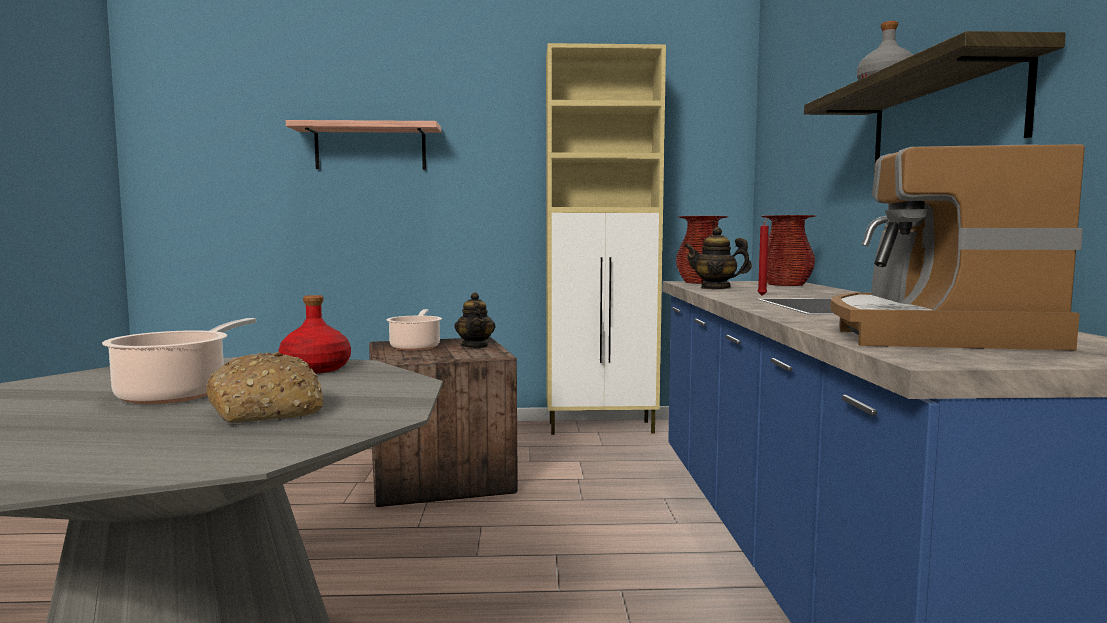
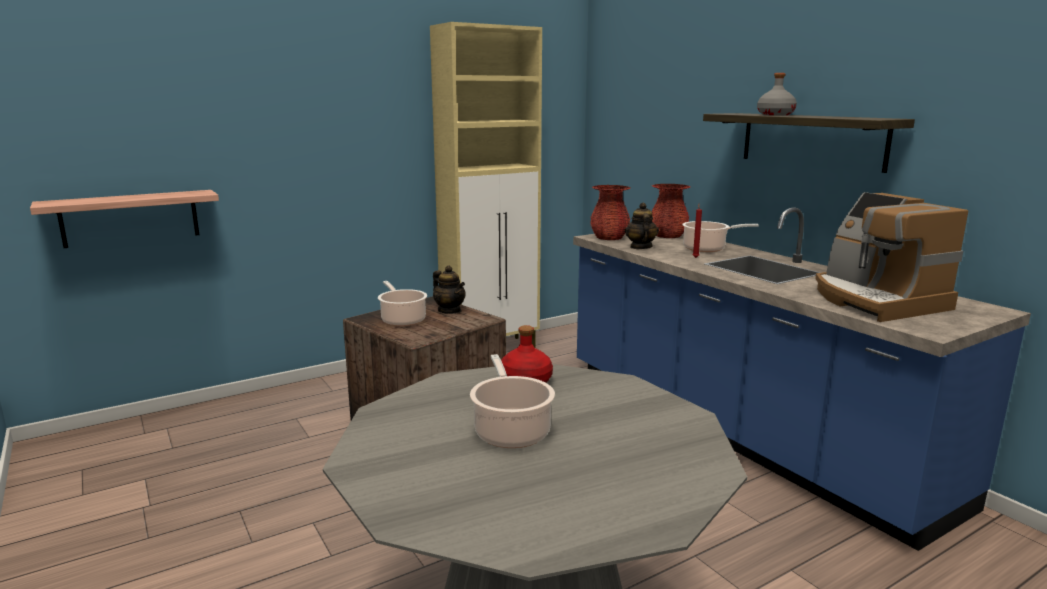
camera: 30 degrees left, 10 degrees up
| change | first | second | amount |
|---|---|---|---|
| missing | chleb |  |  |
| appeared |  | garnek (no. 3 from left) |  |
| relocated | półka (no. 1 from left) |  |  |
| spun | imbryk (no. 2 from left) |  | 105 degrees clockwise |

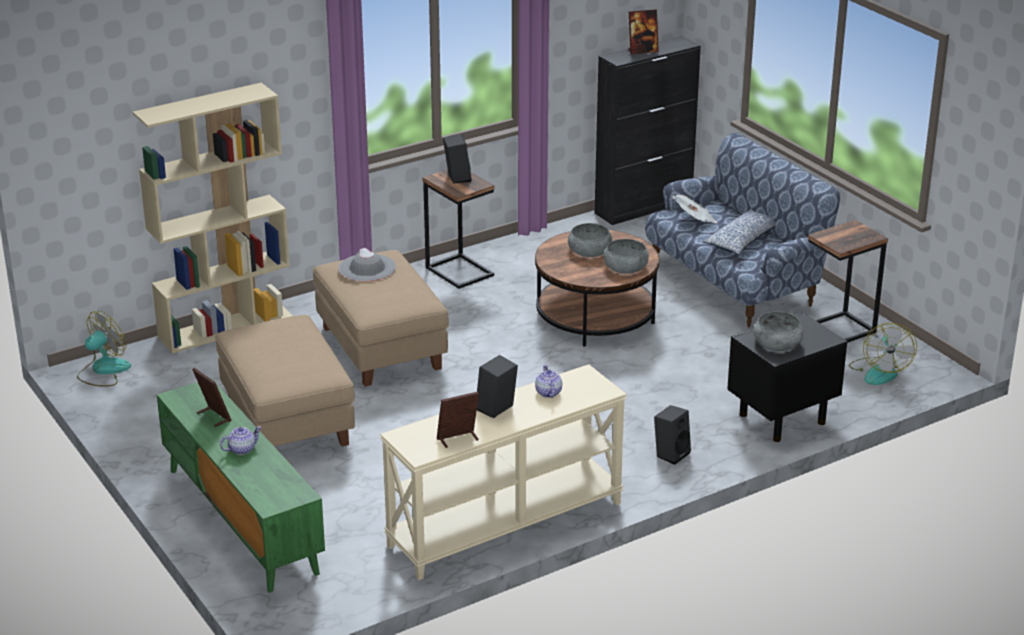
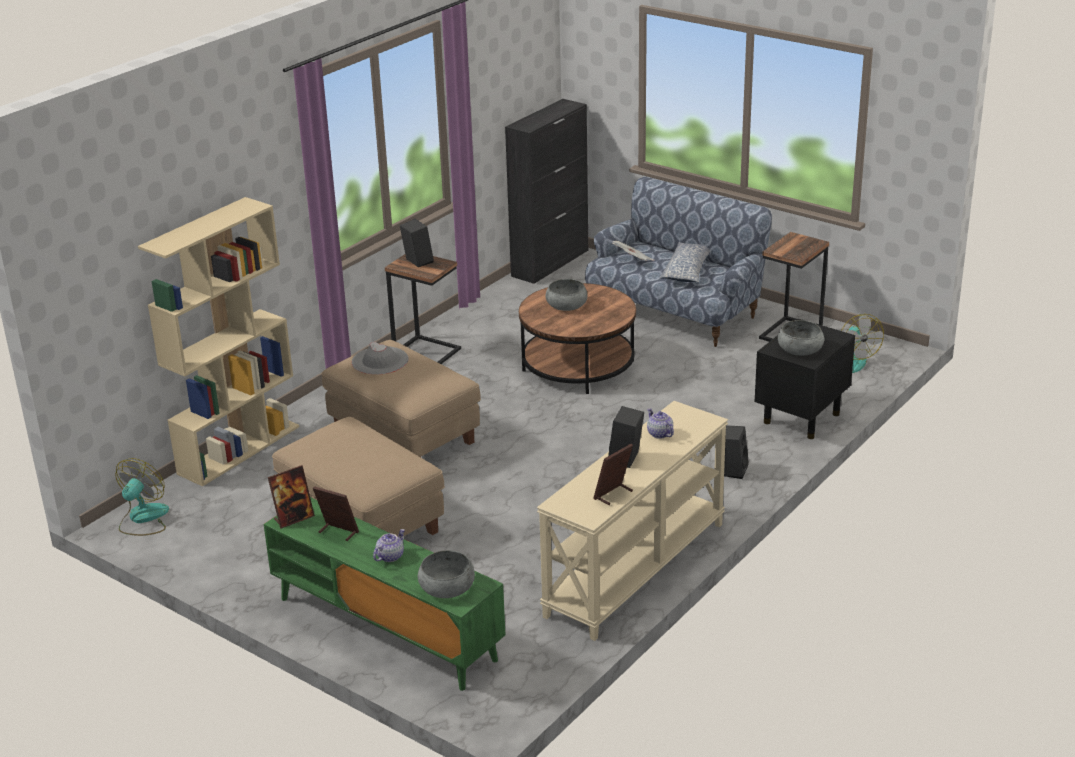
camera: 20 degrees left, 0 degrees up
| change | first | second | amount |
|---|---|---|---|
| relocated | miska/szary (no. 2 from left in the first image) | miska/szary (no. 1 from left) |  |
| relocated | ramka na zdjęcie (no. 3 from left in the first image) | ramka na zdjęcie (no. 1 from left) |  |

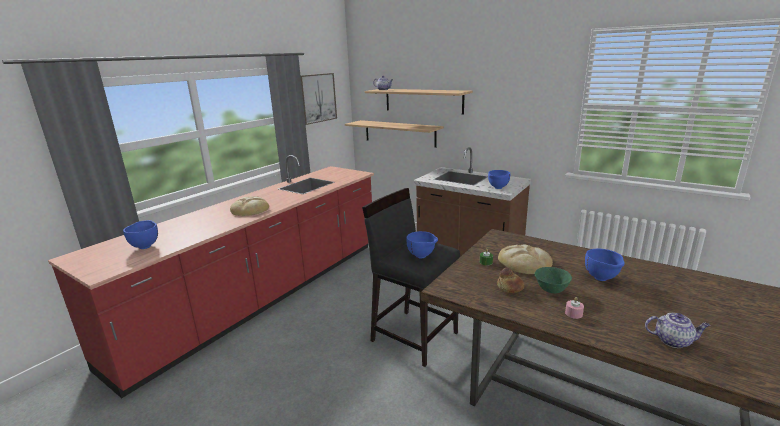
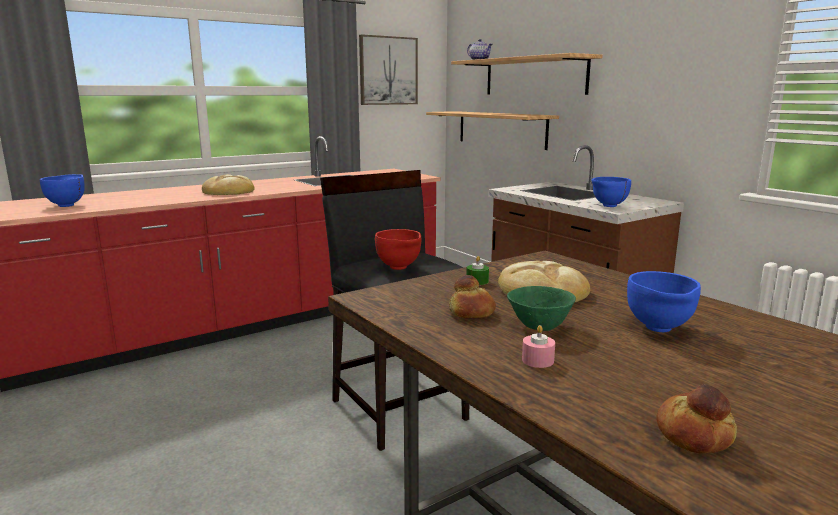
camera: 20 degrees right, 5 degrees down
| change | first | second | amount |
|---|---|---|---|
| exchanged | imbryk (no. 2 from left) | chleb (no. 4 from left) |  |
| colour | miska/niebieski (no. 2 from left) | miska/czerwony |  |

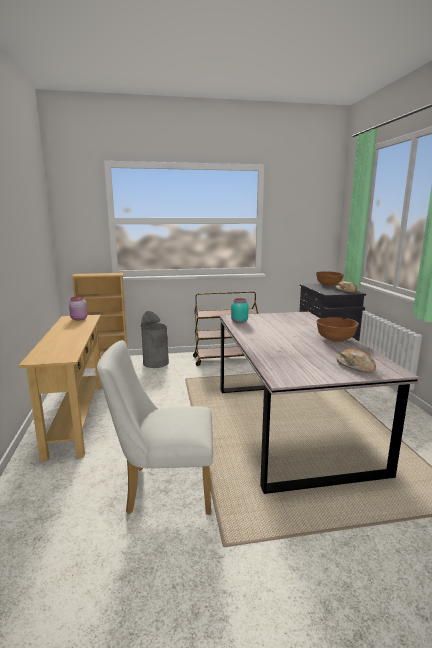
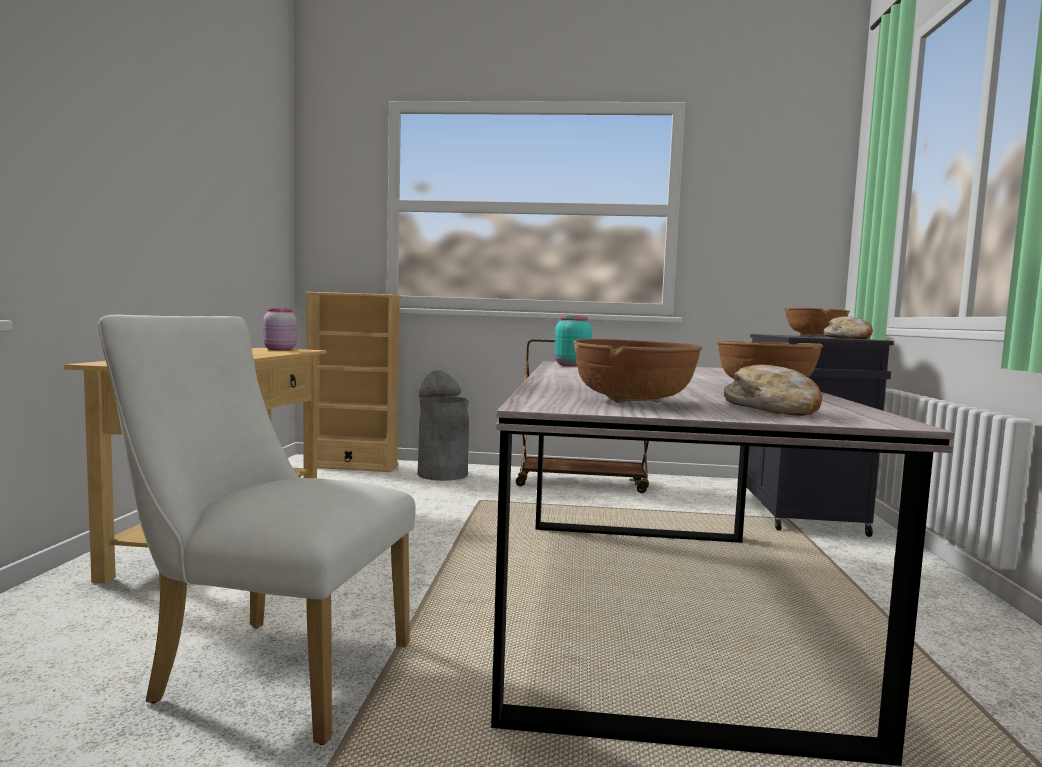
camera: 15 degrees right, 10 degrees down
| change | first | second | amount |
|---|---|---|---|
| appeared |  | miska/brązowy (no. 1 from left) |  |

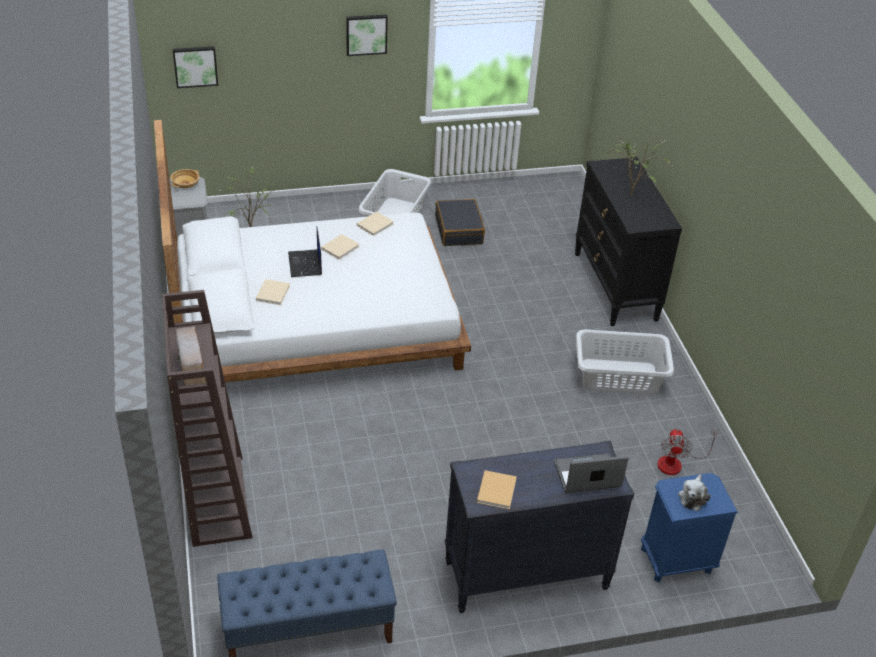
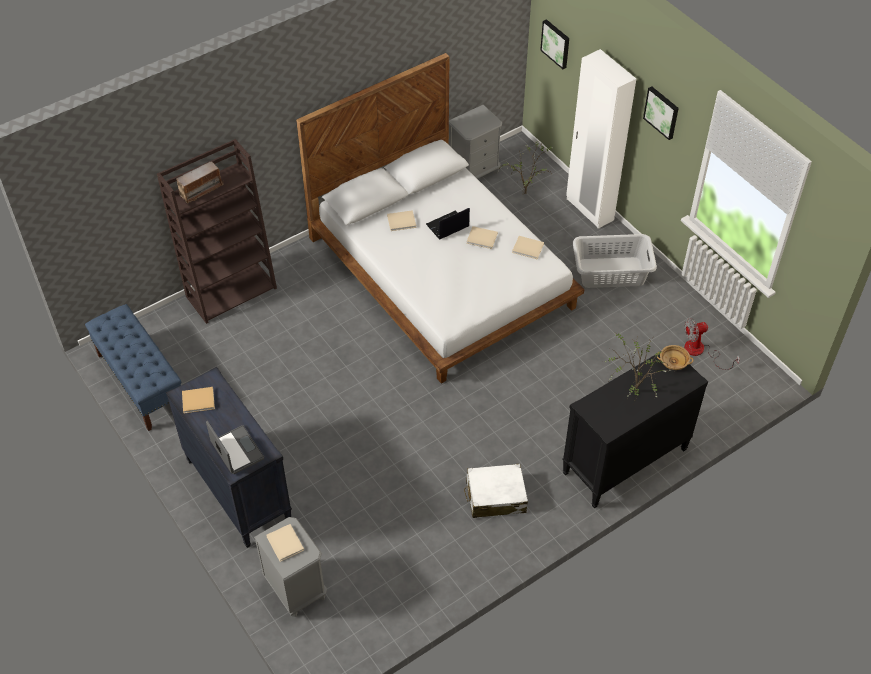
camera: 70 degrees right, 10 degrees up
| change | first | second | amount |
|---|---|---|---|
| missing | walizka/czarny |  |  |
| appeared |  | szafa/biały |  |
| relocated | miska/beżowy |  |  |
| relocated | wentylator |  |  |
| exchanged | kosz na pranie/szary (no. 2 from left) | walizka/biały |  |
| exchanged | pluszak | książka/beżowy (no. 2 from left) |  |
| colour | szafka nocna/niebieski | szafka nocna/szary (no. 1 from left) |  |

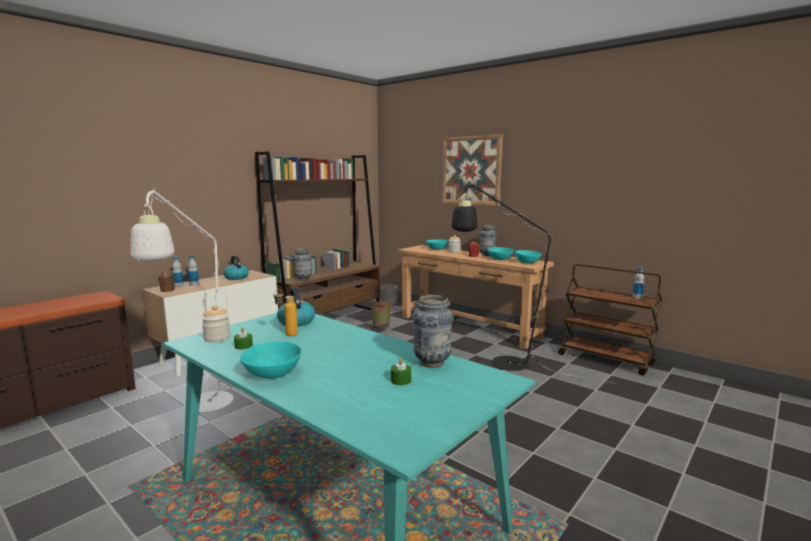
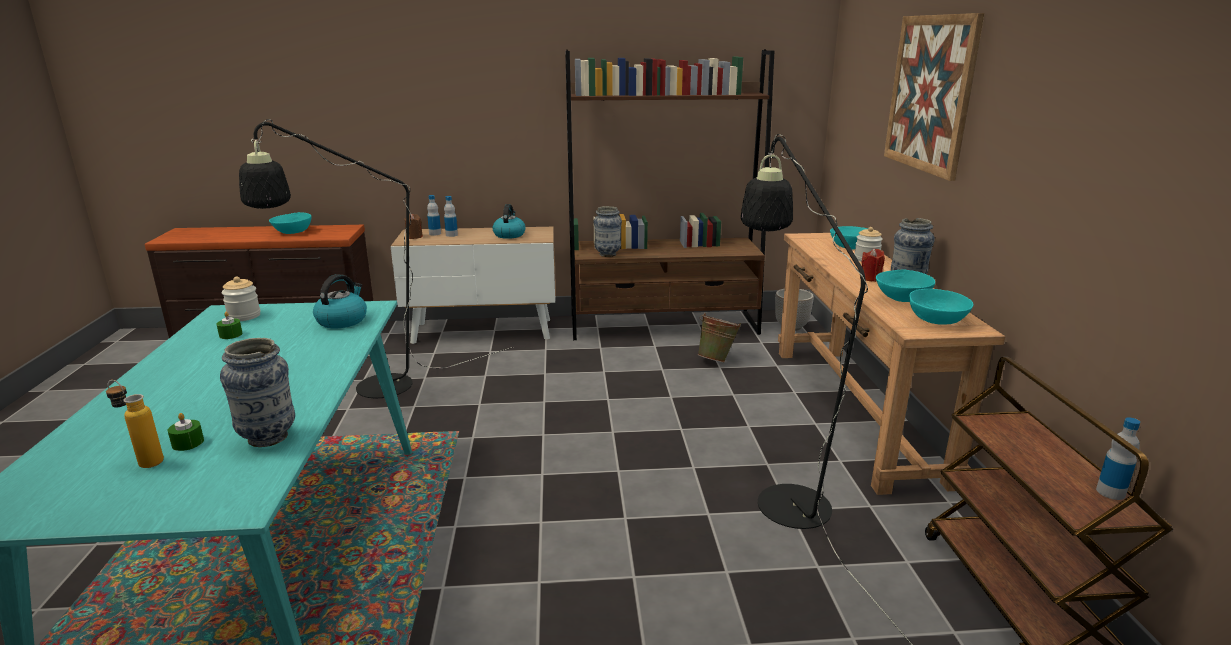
camera: 45 degrees right, 10 degrees up
| change | first | second | amount |
|---|---|---|---|
| relocated | miska/turkusowy (no. 1 from left) |  |  |
| relocated | butelka (no. 3 from left in the first image) | butelka (no. 1 from left) |  |
| colour | lampa stojąca/biały | lampa stojąca/czarny (no. 1 from left) |  |

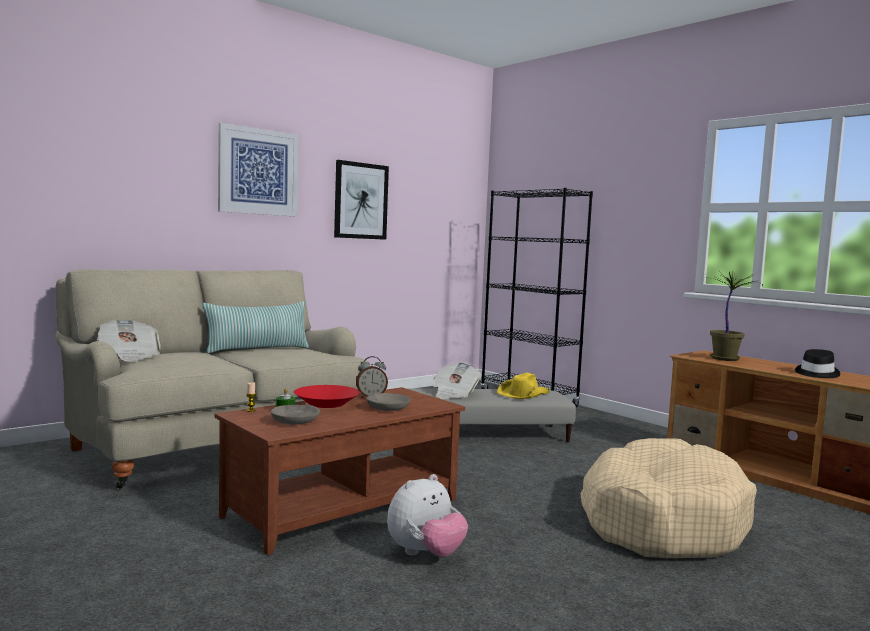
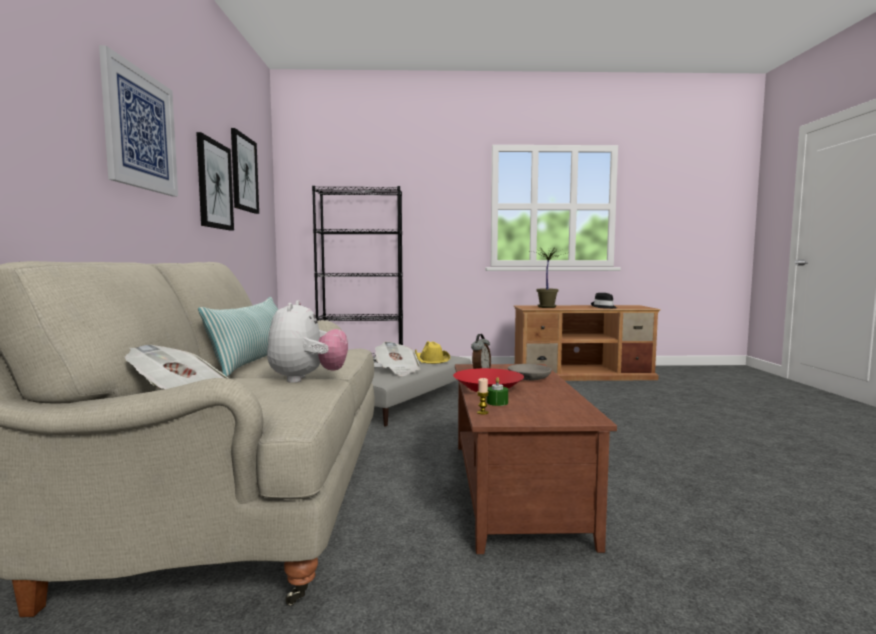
camera: 50 degrees left, 0 degrees up
| change | first | second | amount |
|---|---|---|---|
| missing | miska/szary (no. 1 from left) |  |  |
| missing | legowisko/beżowy |  |  |
| appeared |  | obraz (no. 3 from left) |  |
| relocated | pluszak |  |  |

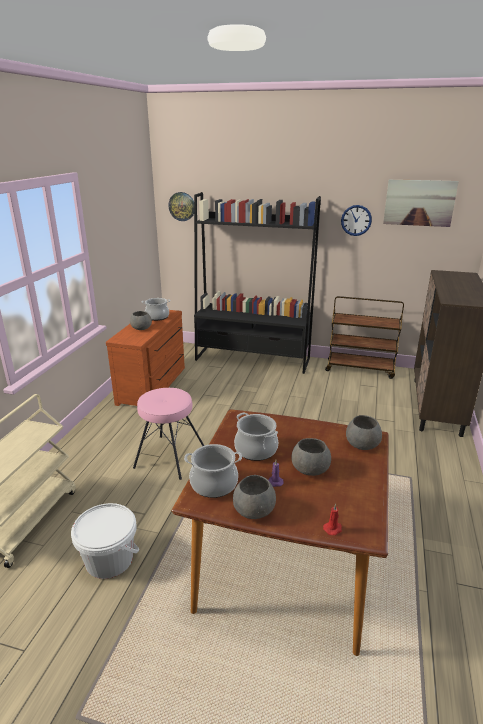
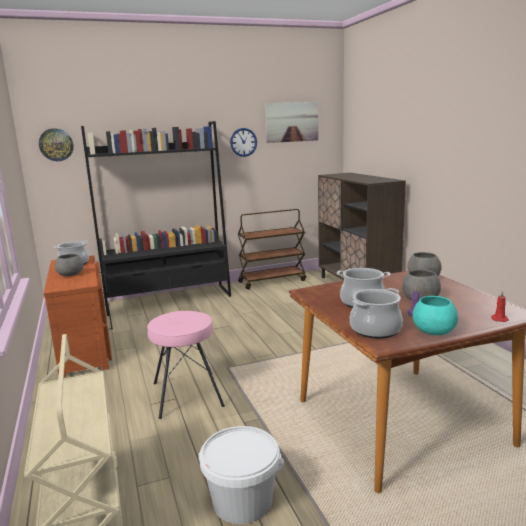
camera: 35 degrees left, 10 degrees down
| change | first | second | amount |
|---|---|---|---|
| colour | miska/szary (no. 2 from left) | miska/turkusowy |  |

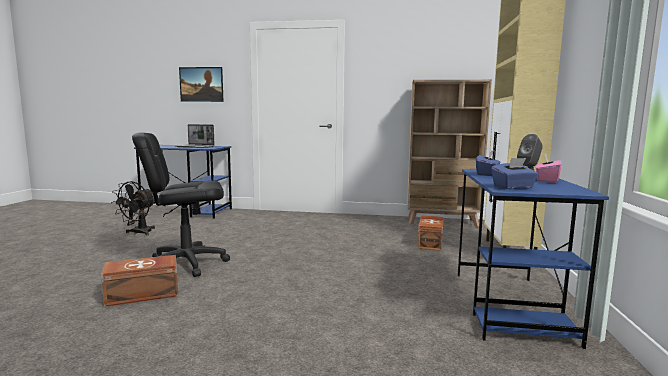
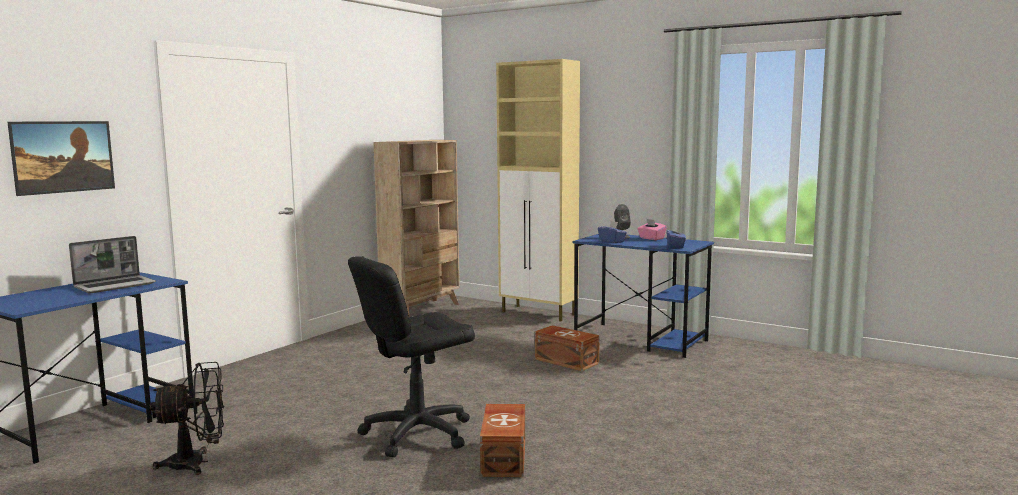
camera: 65 degrees left, 0 degrees up
| change | first | second | amount |
|---|---|---|---|
| relocated | pojemnik do przechowywania/brązowy (no. 2 from left) |  |  |
| spun | wentylator/czarny |  | 60 degrees counterclockwise |
| spun | krzesło biurowe/czarny |  | 45 degrees clockwise |

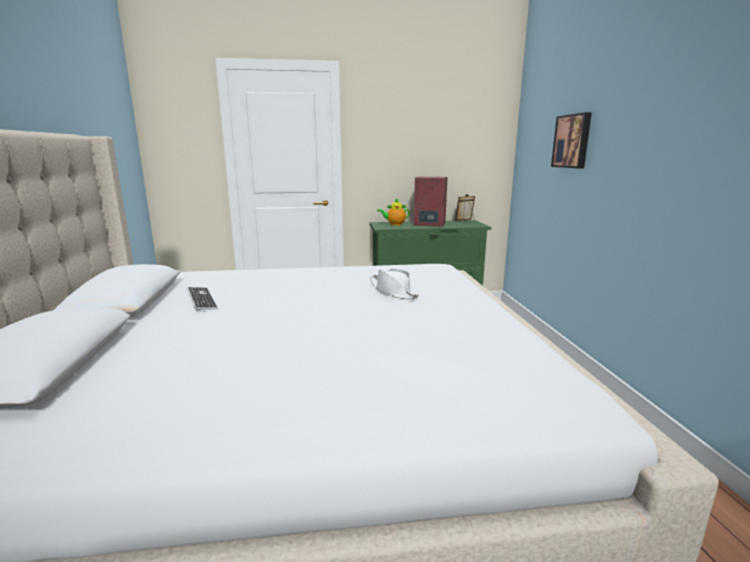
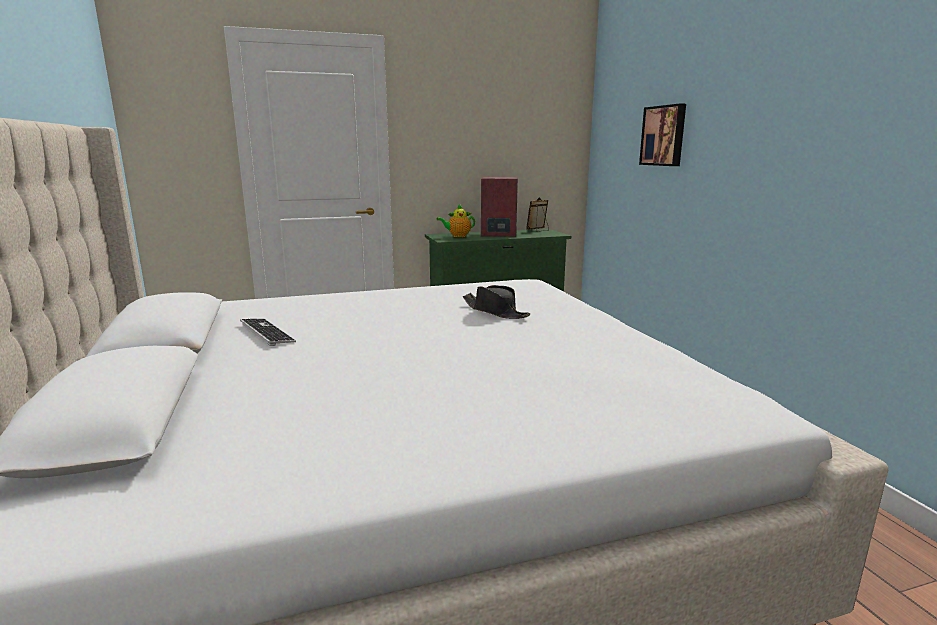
camera: 10 degrees left, 0 degrees up
| change | first | second | amount |
|---|---|---|---|
| colour | kapelusz/biały | kapelusz/czarny |  |

